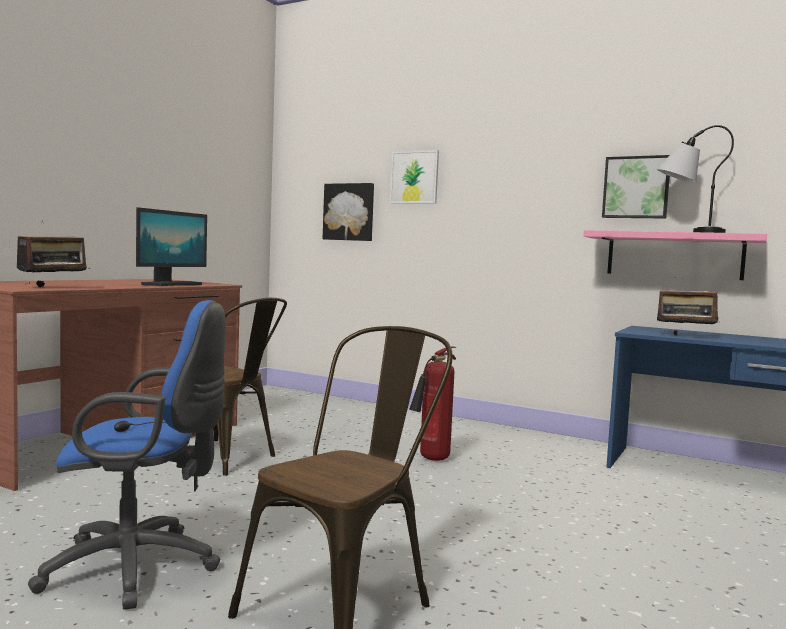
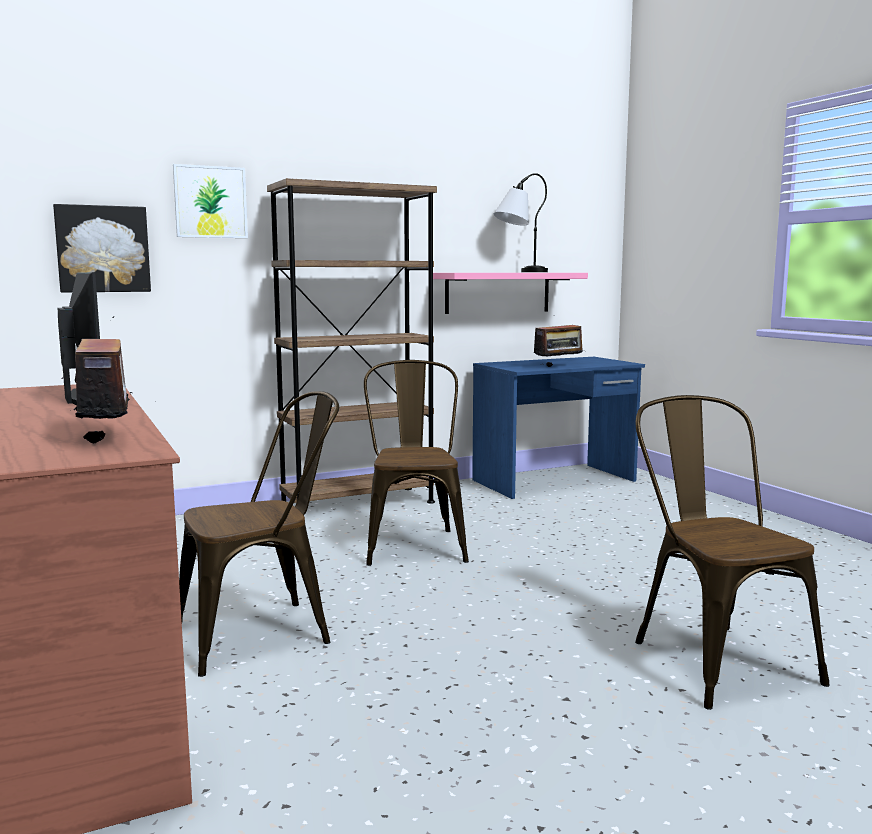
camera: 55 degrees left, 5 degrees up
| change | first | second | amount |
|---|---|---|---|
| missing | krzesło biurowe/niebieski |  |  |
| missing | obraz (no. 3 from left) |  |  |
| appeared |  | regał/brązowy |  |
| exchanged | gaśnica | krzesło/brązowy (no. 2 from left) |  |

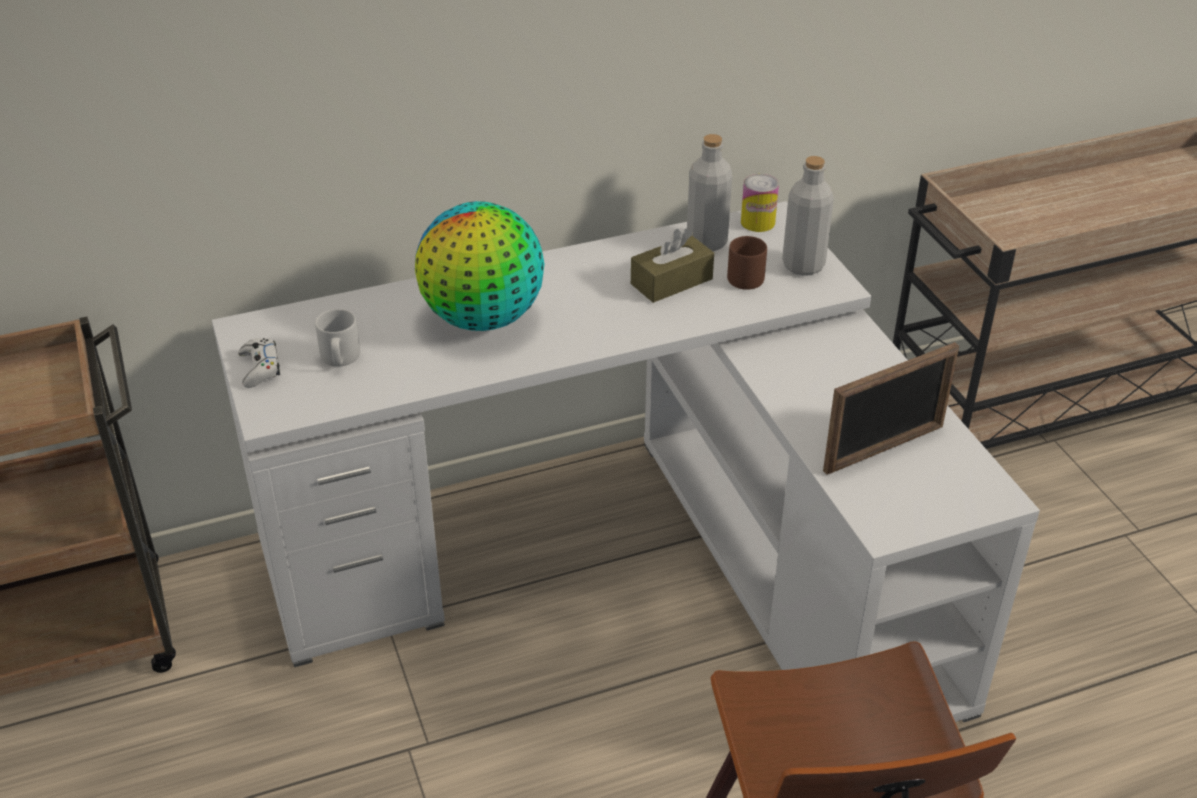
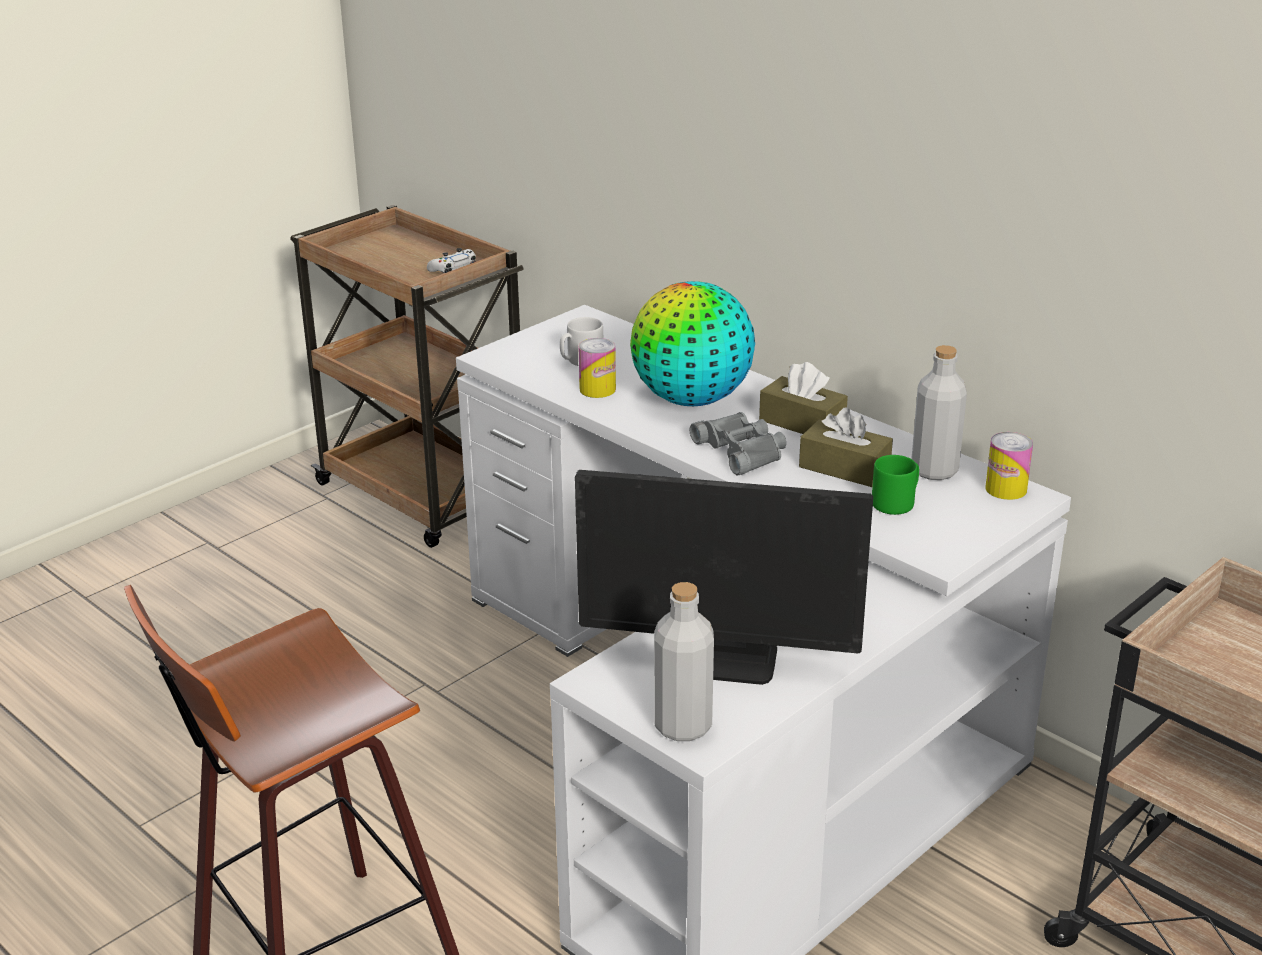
camera: 65 degrees right, 10 degrees down
| change | first | second | amount |
|---|---|---|---|
| appeared |  | puszka (no. 1 from left) |  |
| appeared |  | lornetka/szary |  |
| appeared |  | pudełko chusteczek/brązowy (no. 1 from left) |  |
| relocated | pad do gier/biały |  |  |
| relocated | butelka/szary (no. 2 from left in the first image) | butelka/szary (no. 1 from left) |  |
| exchanged | ramka na zdjęcie | monitor |  |
| colour | kubek/brązowy | kubek/zielony |  |

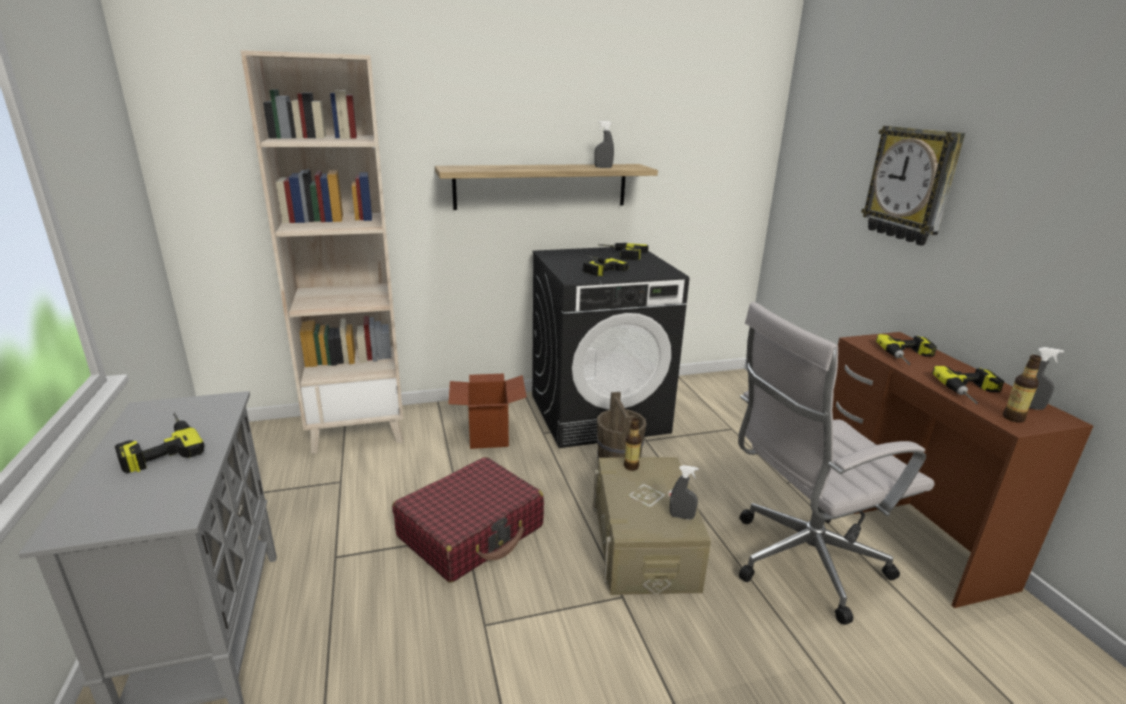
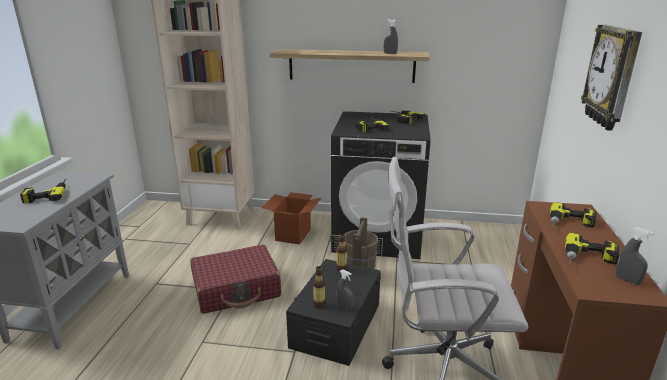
camera: 25 degrees right, 0 degrees up
| change | first | second | amount |
|---|---|---|---|
| relocated | butelka (no. 2 from left in the first image) | butelka (no. 1 from left) |  |
| colour | pojemnik do przechowywania/beżowy | pojemnik do przechowywania/czarny |  |

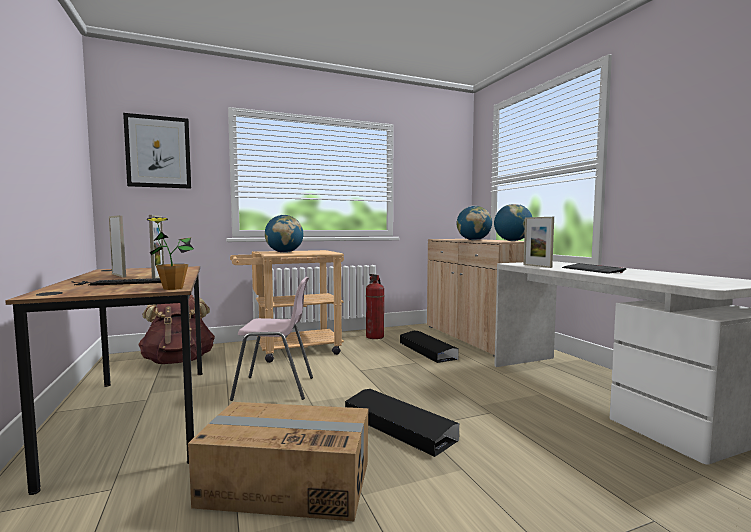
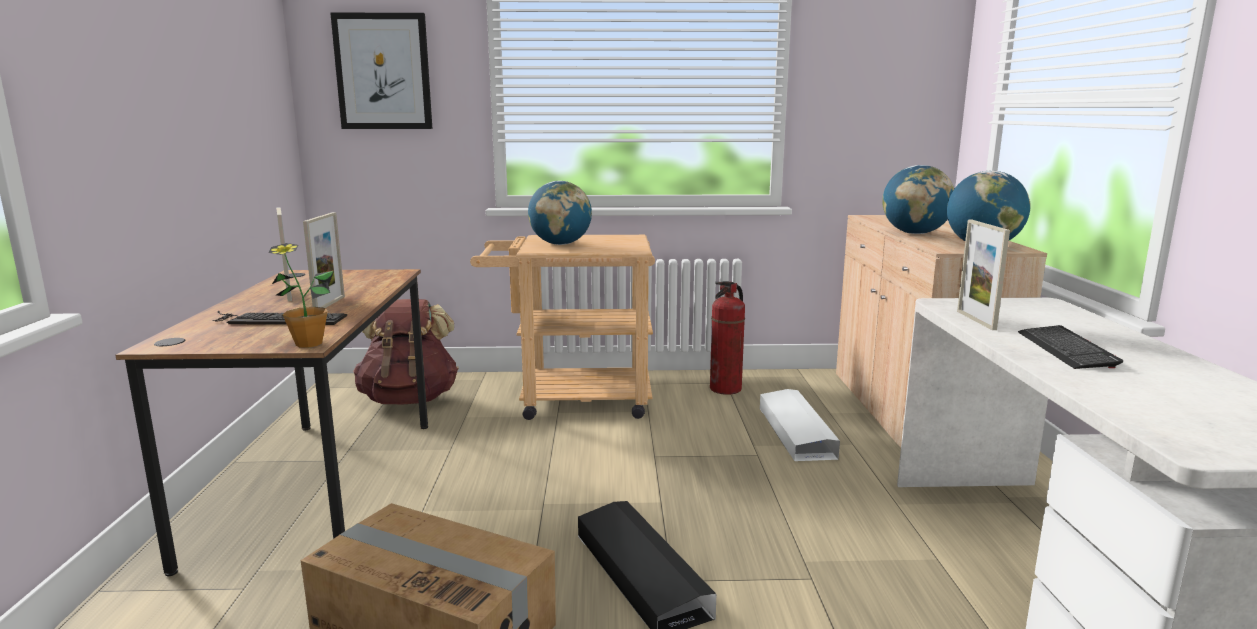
camera: 20 degrees right, 10 degrees up
| change | first | second | amount |
|---|---|---|---|
| missing | krzesło/różowy |  |  |
| colour | pojemnik do przechowywania/czarny (no. 2 from left) | pojemnik do przechowywania/biały |  |

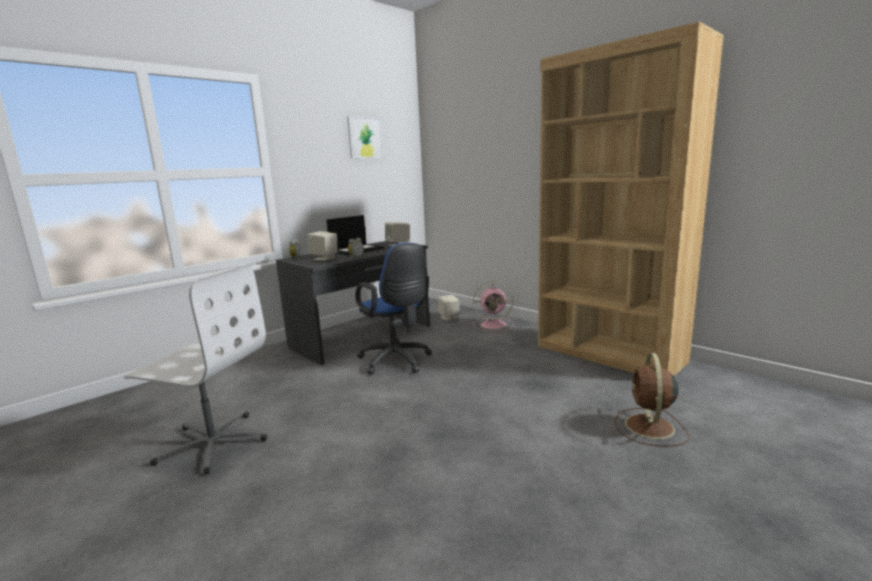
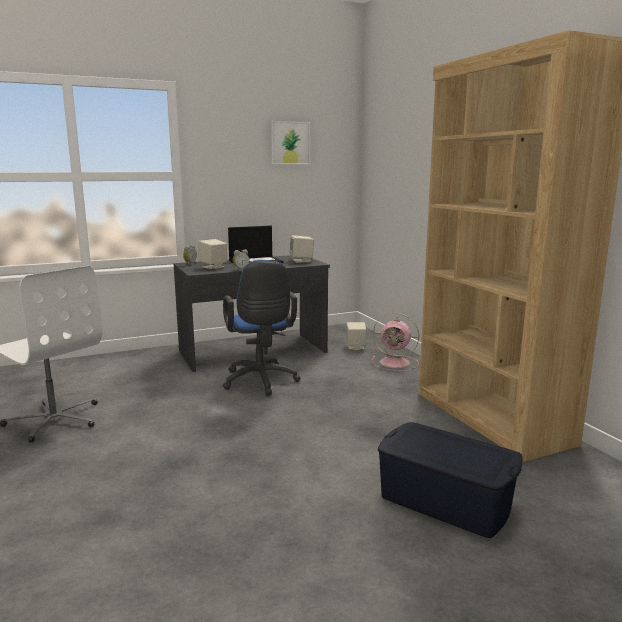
camera: 20 degrees right, 0 degrees up
| change | first | second | amount |
|---|---|---|---|
| exchanged | wentylator/brązowy | pojemnik do przechowywania/niebieski |  |

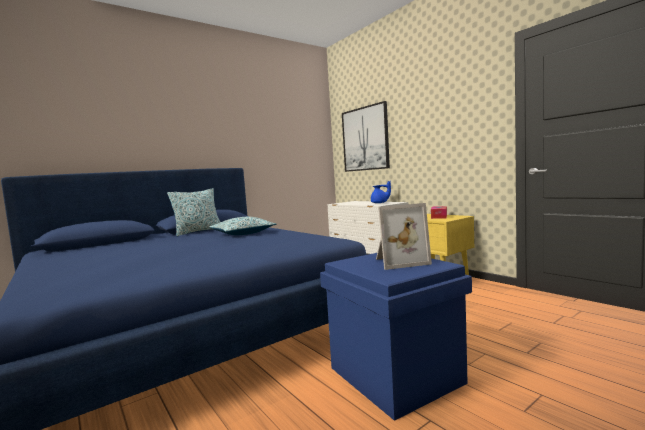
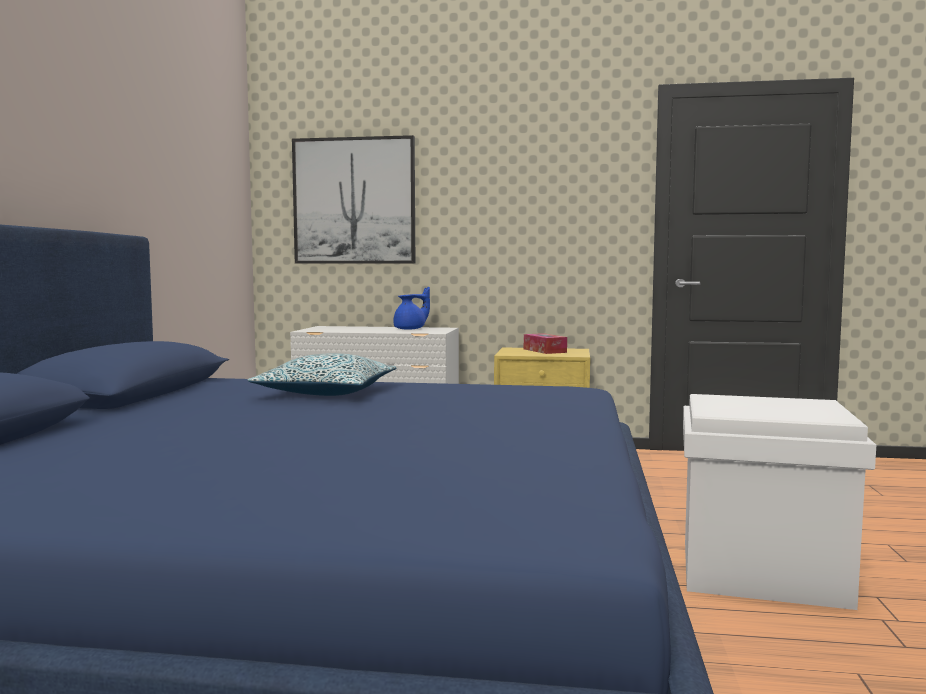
camera: 45 degrees left, 0 degrees up
| change | first | second | amount |
|---|---|---|---|
| missing | poduszka (no. 1 from left) |  |  |
| missing | ramka na zdjęcie |  |  |
| colour | pojemnik do przechowywania/niebieski | pojemnik do przechowywania/biały |  |

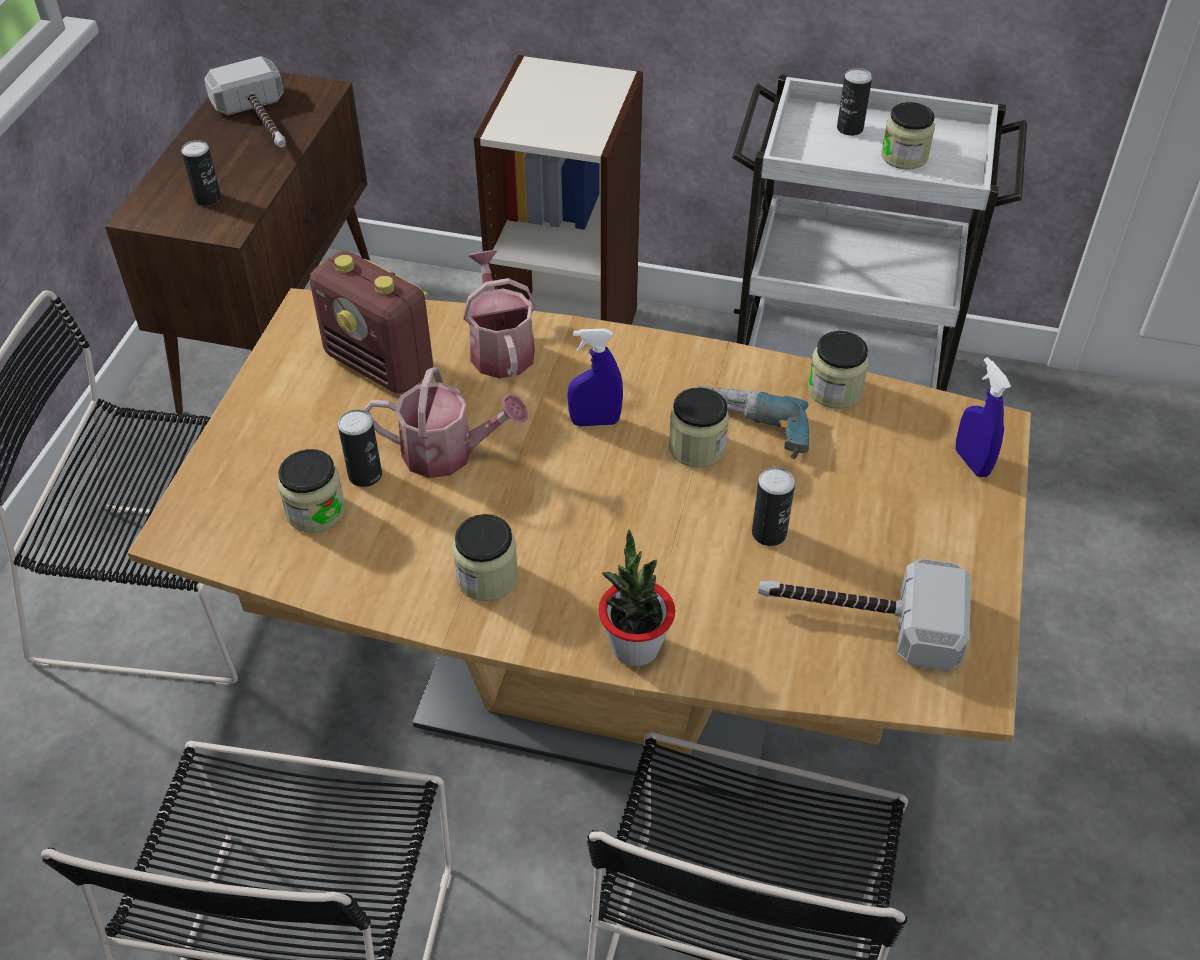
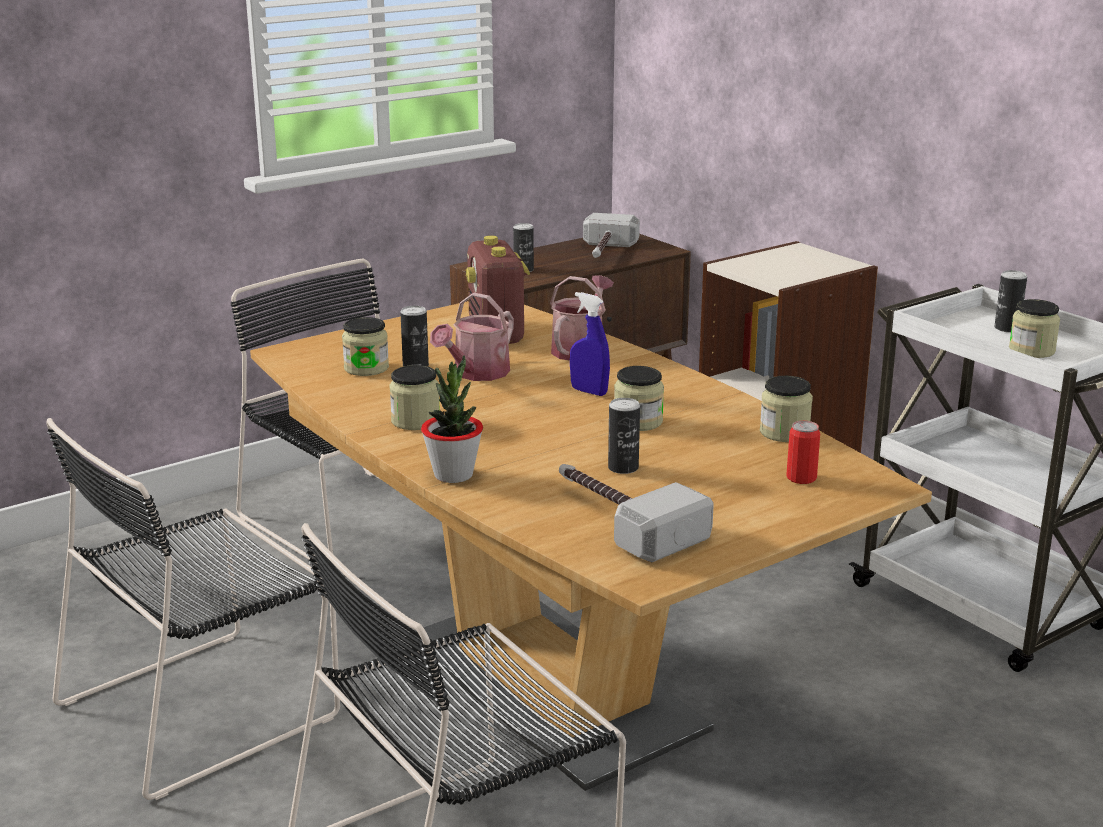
camera: 40 degrees right, 25 degrees down
| change | first | second | amount |
|---|---|---|---|
| missing | wiertarka |  |  |
| missing | spryskiwacz/niebieski (no. 2 from left) |  |  |
| appeared |  | puszka (no. 4 from left) |  |
| spun | konewka (no. 1 from left) |  | 75 degrees clockwise |

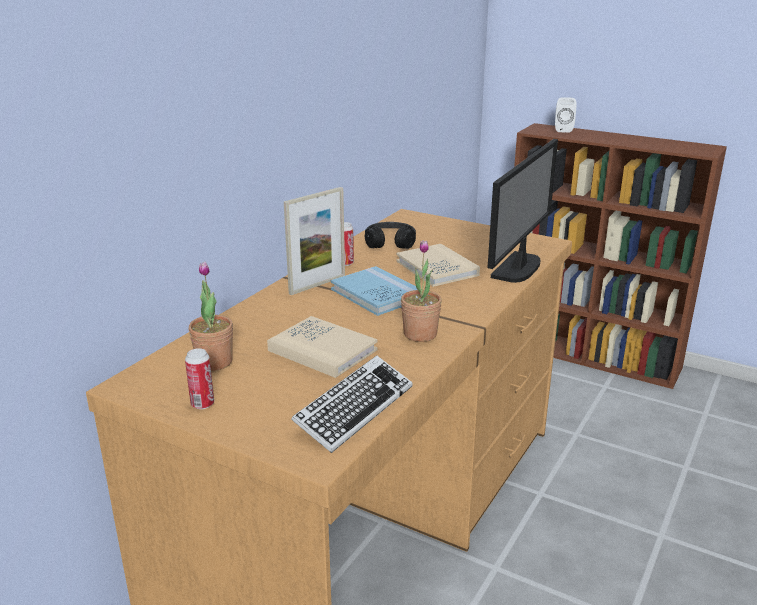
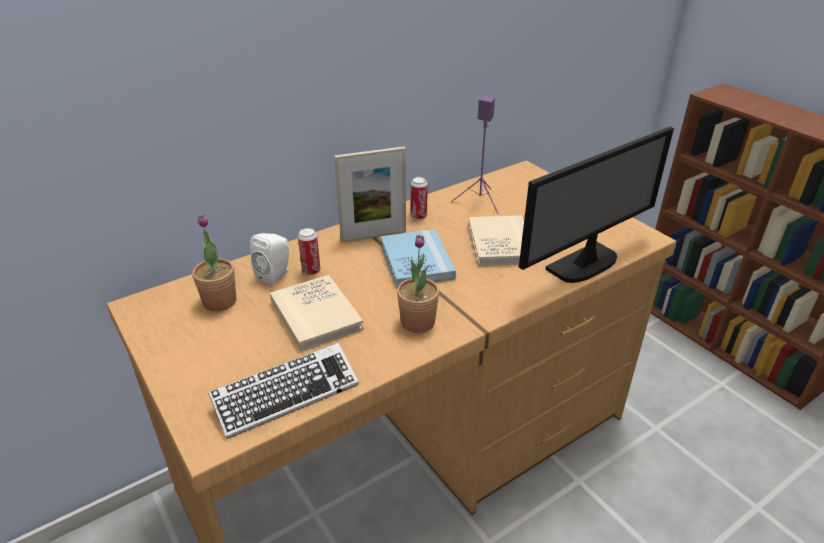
camera: 25 degrees right, 10 degrees up
| change | first | second | amount |
|---|---|---|---|
| relocated | puszka (no. 1 from left) |  |  |
| relocated | głośnik/biały |  |  |
| exchanged | słuchawki/czarny | głośnik/fioletowy |  |

